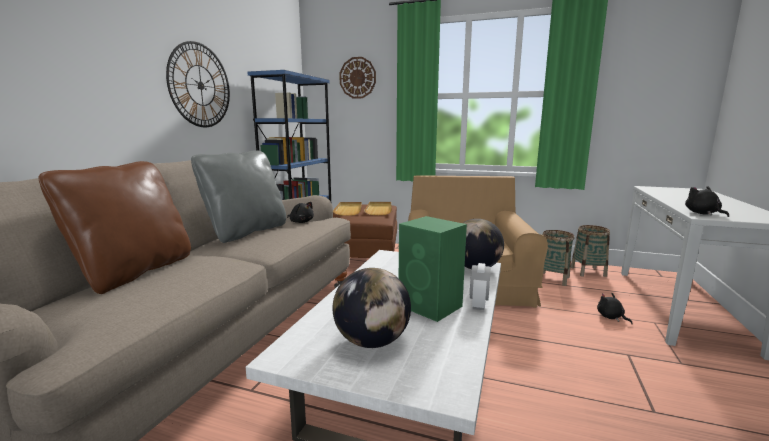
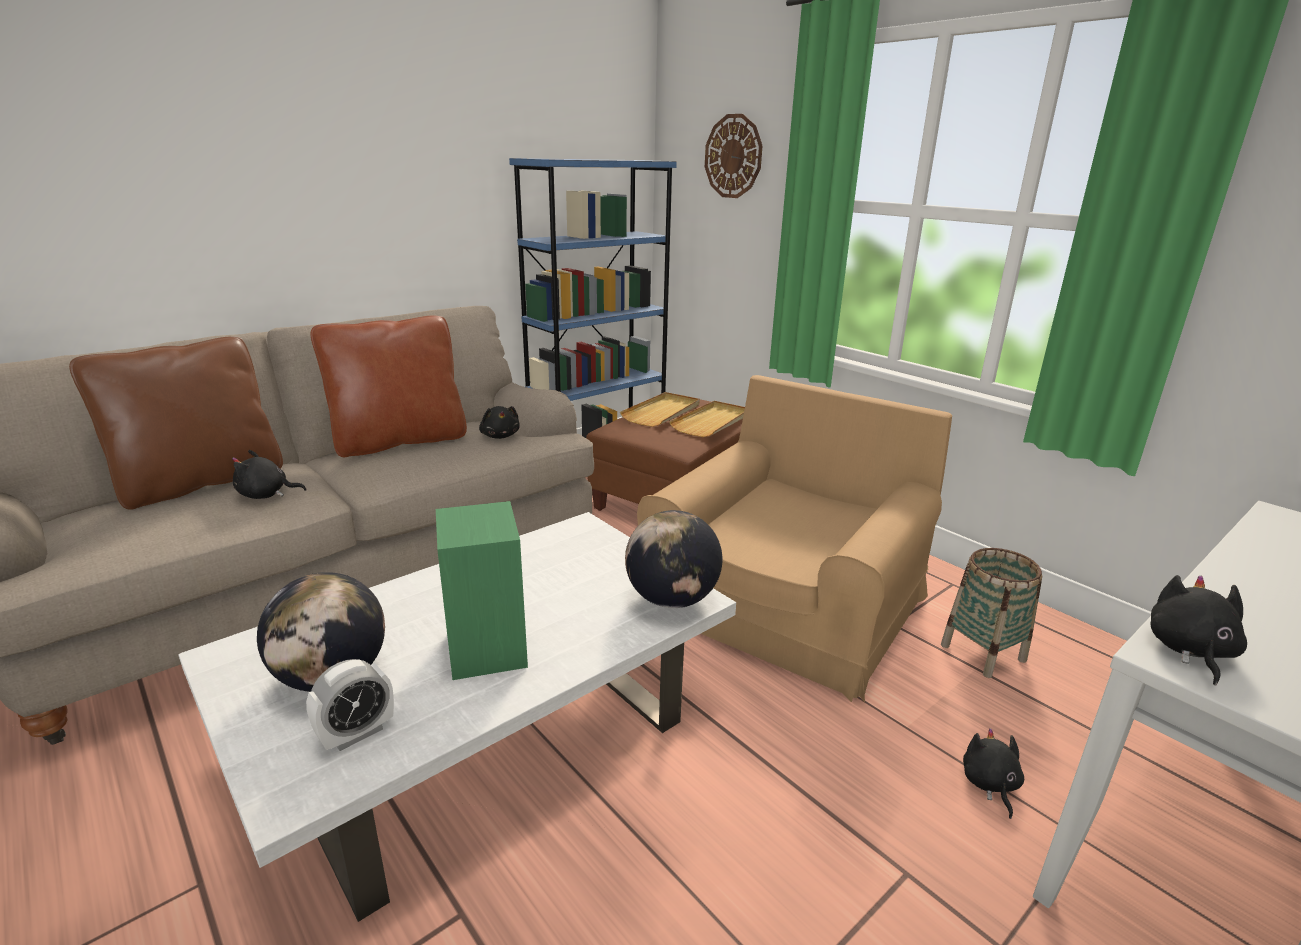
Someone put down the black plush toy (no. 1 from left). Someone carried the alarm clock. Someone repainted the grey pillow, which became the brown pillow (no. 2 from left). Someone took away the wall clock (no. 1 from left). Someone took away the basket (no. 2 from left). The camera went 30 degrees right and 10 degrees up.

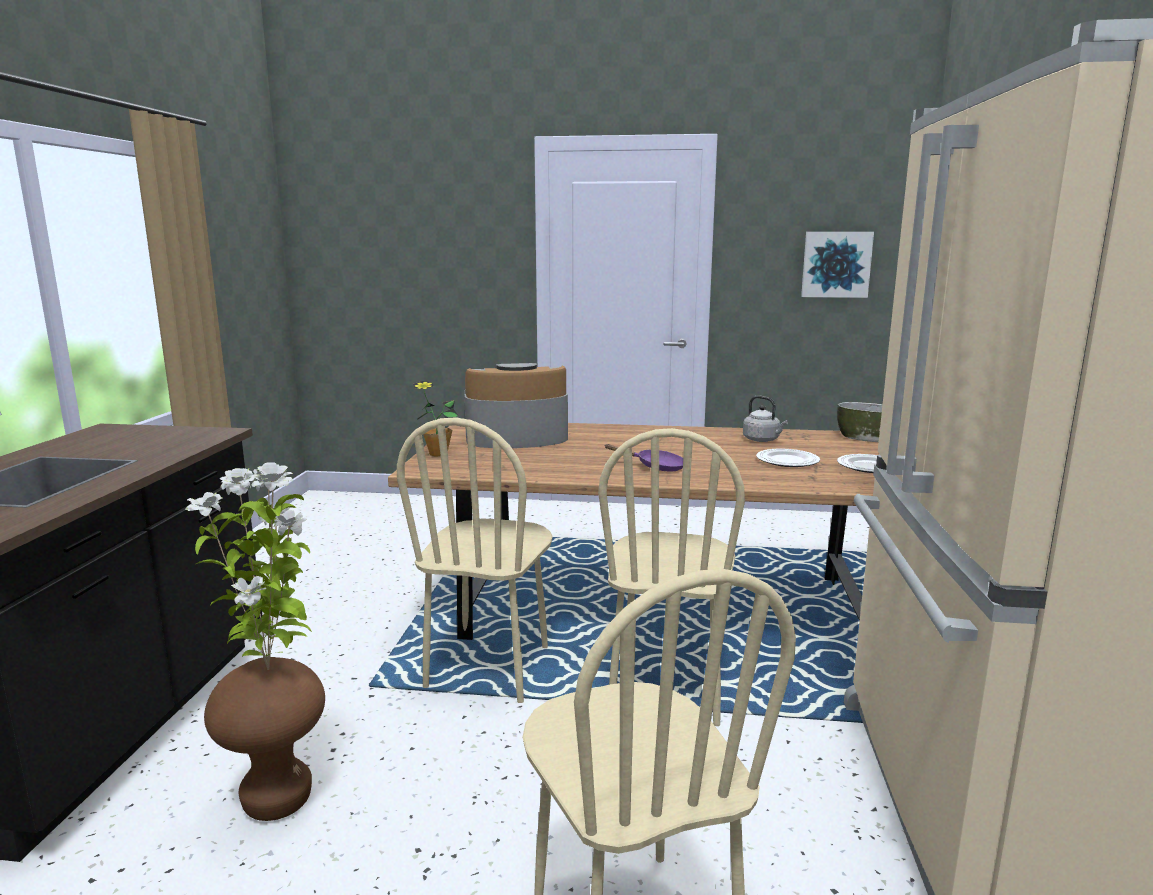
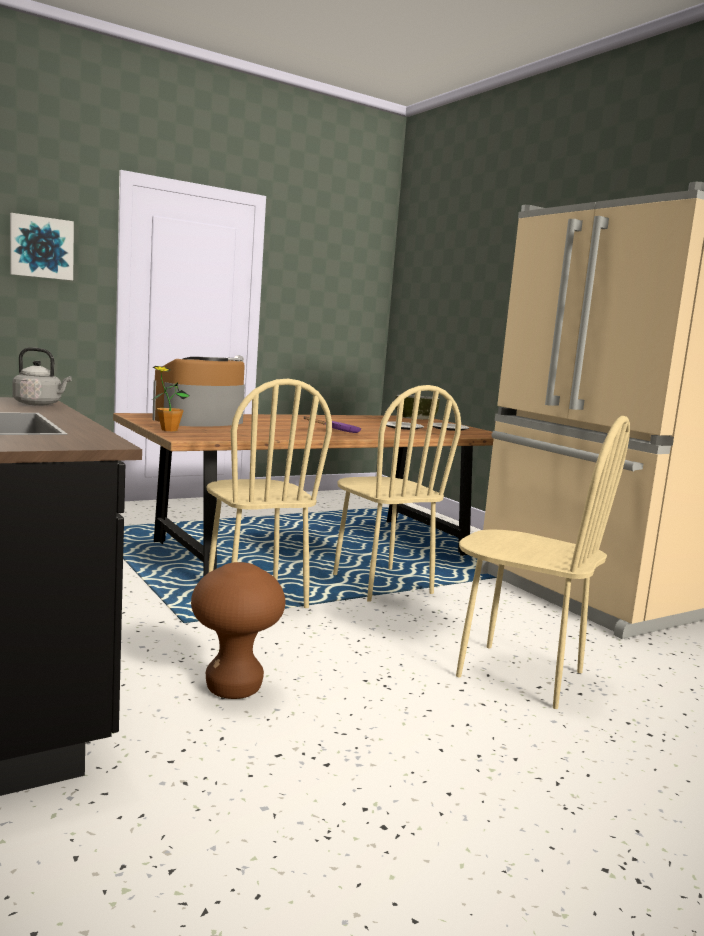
Someone carried the picture. Someone carried the grey kettle. Someone took away the potted plant (no. 1 from left). The camera went 40 degrees left and 5 degrees down.

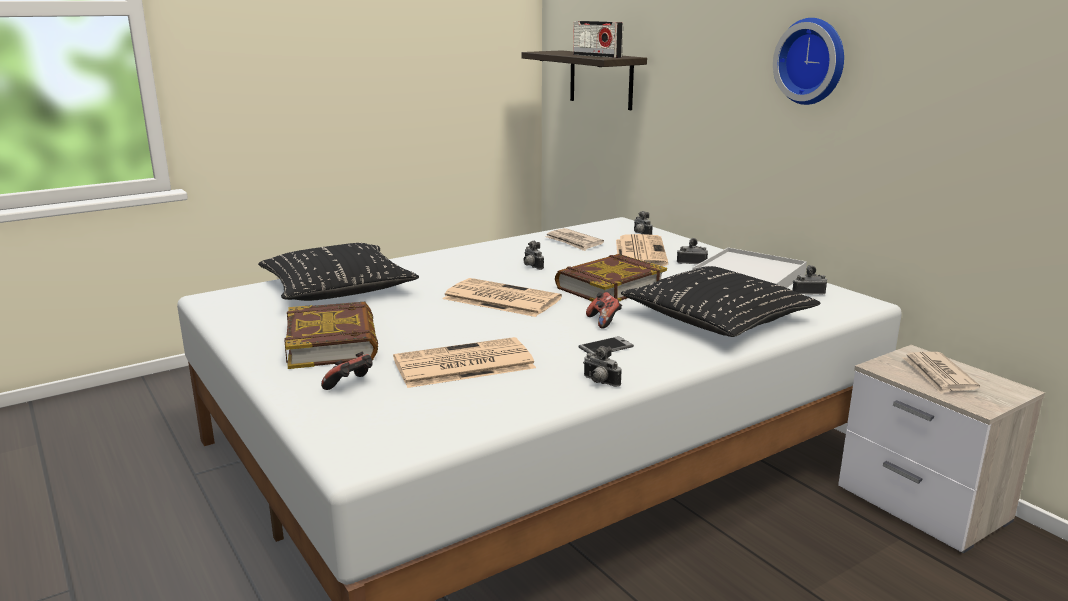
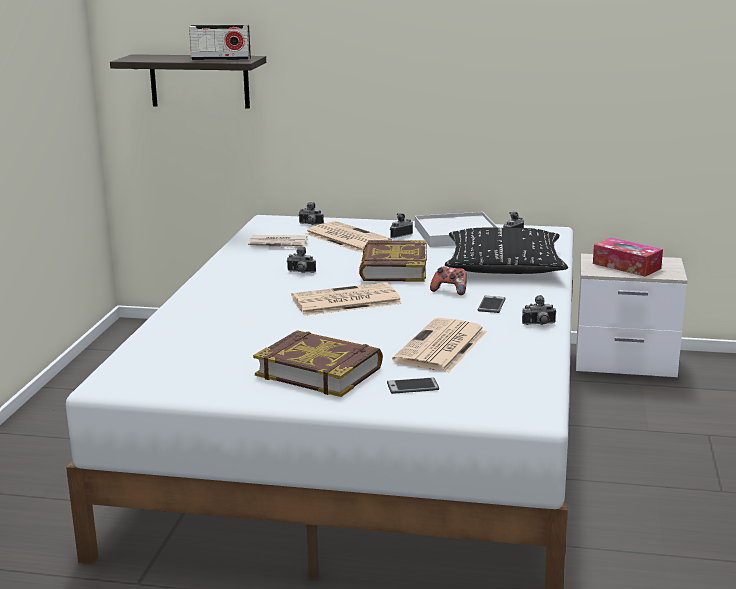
Someone swapped the game controller (no. 1 from left) for the phone (no. 1 from left). Someone swapped the newspaper (no. 5 from left) for the tissue box. Someone took away the black pillow (no. 1 from left). Someone took away the wall clock. The camera went 45 degrees left and 0 degrees up.

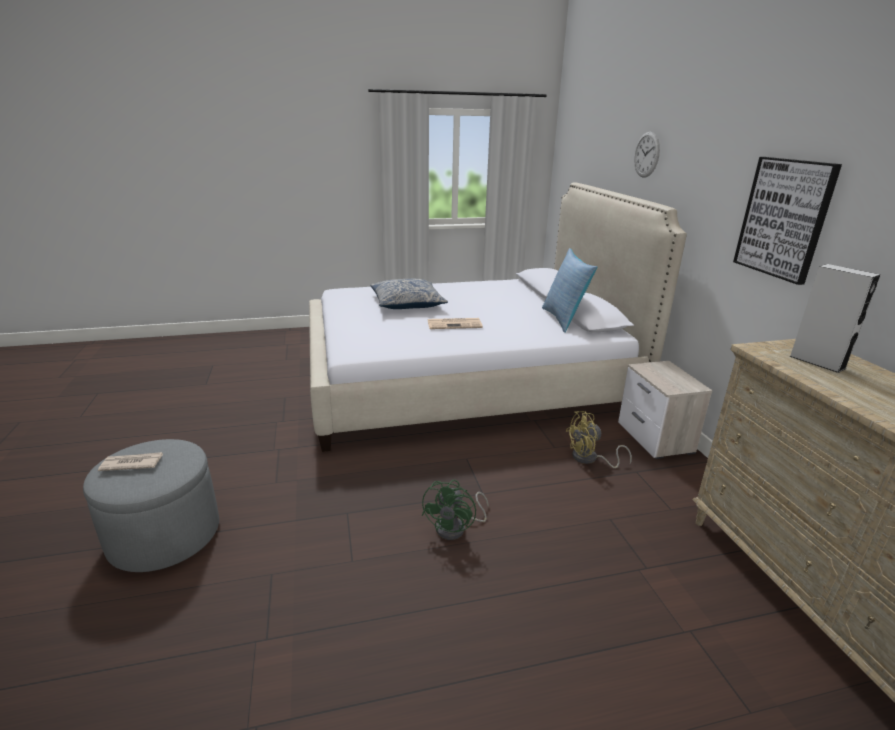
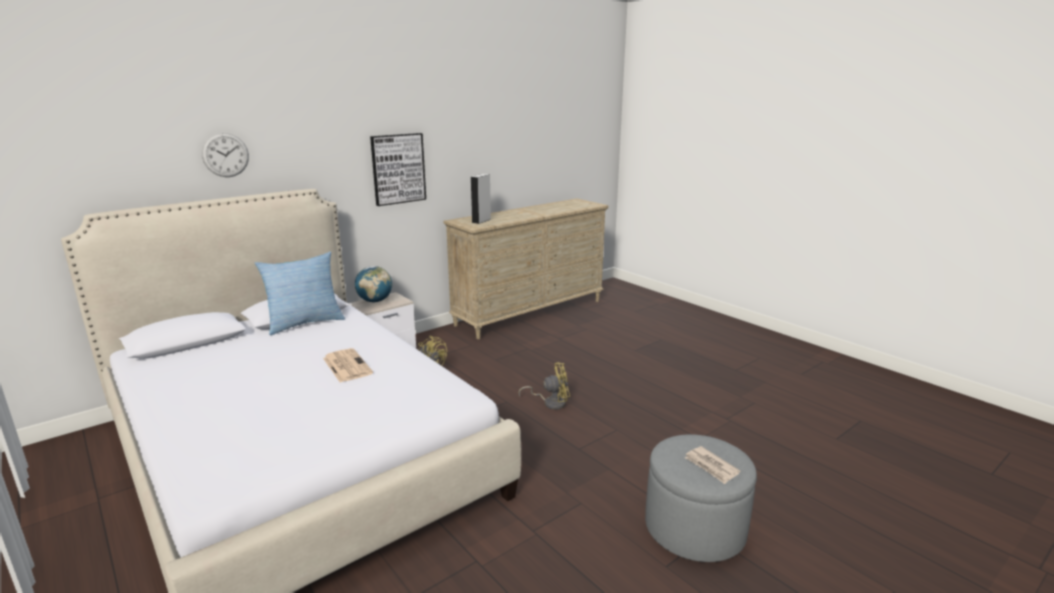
Someone put down the globe. Someone repainted the green fan, which became the yellow fan (no. 2 from left). Someone took away the pillow (no. 1 from left). The camera went 115 degrees left and 5 degrees down.

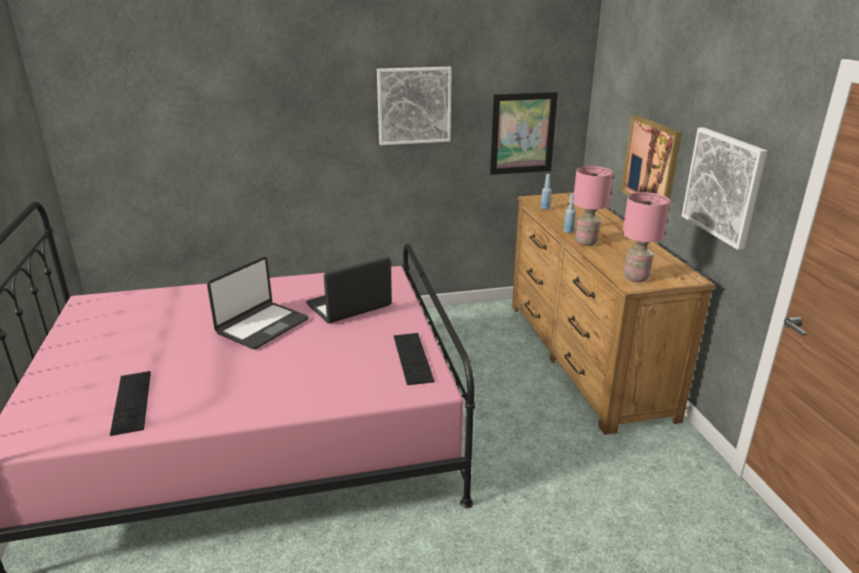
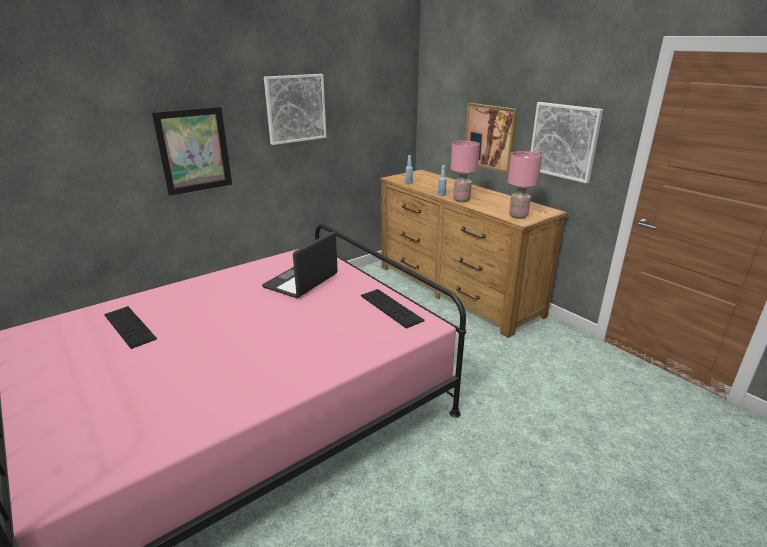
Someone carried the keyboard (no. 1 from left). Someone carried the picture (no. 2 from left in the first image). Someone took away the laptop (no. 1 from left). The camera went 25 degrees left and 0 degrees up.

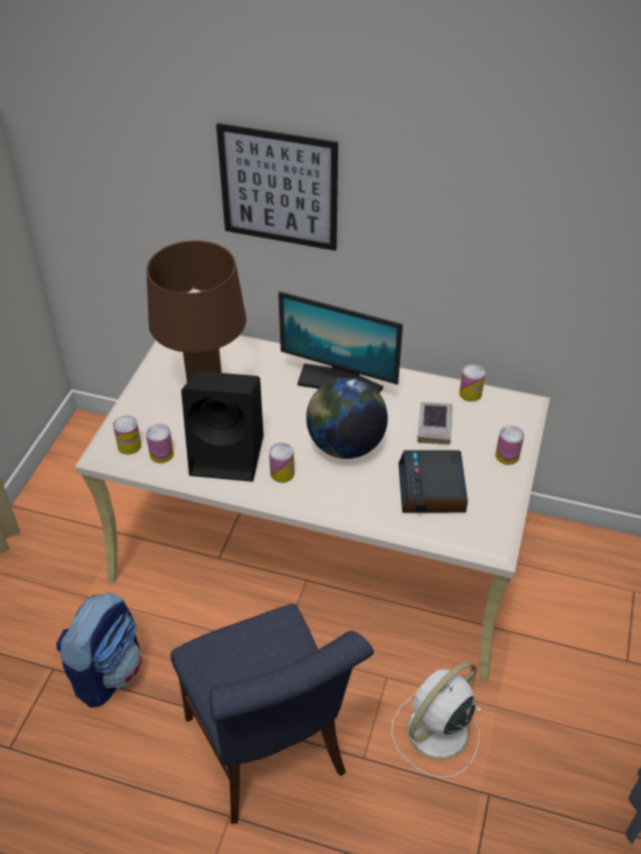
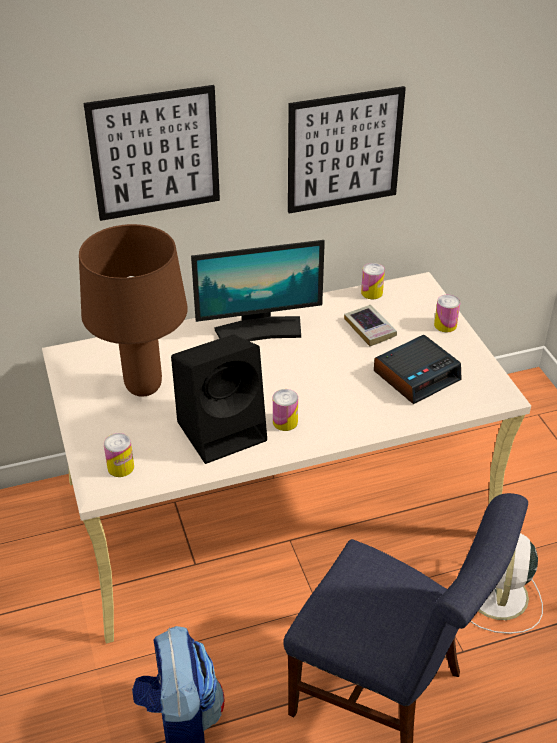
Someone put up the picture (no. 2 from left). Someone rotated the alarm clock by 90 degrees counterclockwise. Someone took away the can (no. 2 from left). Someone took away the globe. The camera went 35 degrees left and 5 degrees down.

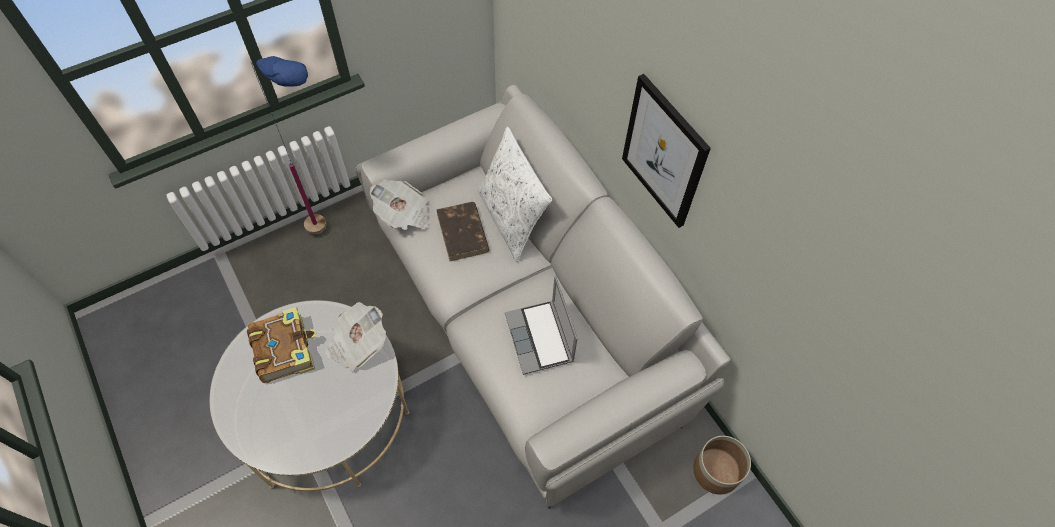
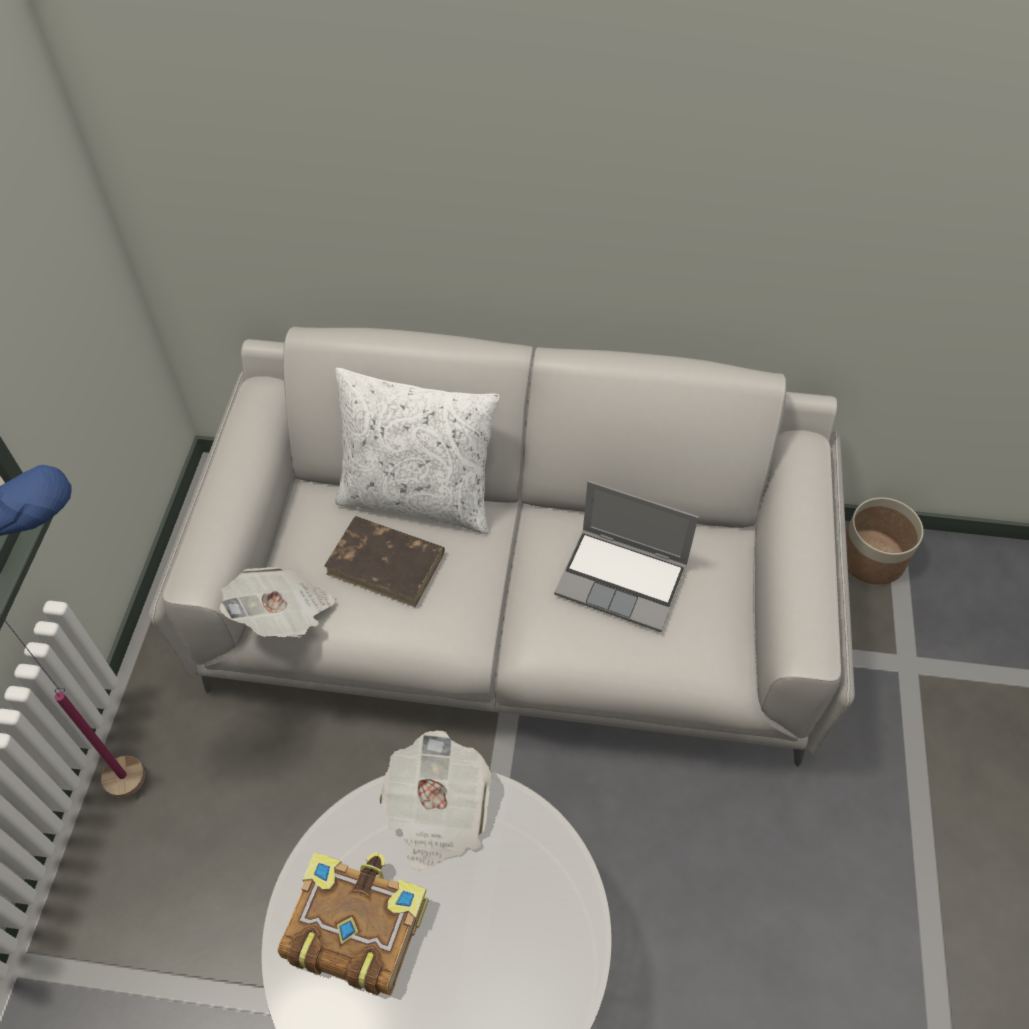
Someone took away the picture. The camera went 50 degrees left and 5 degrees down.

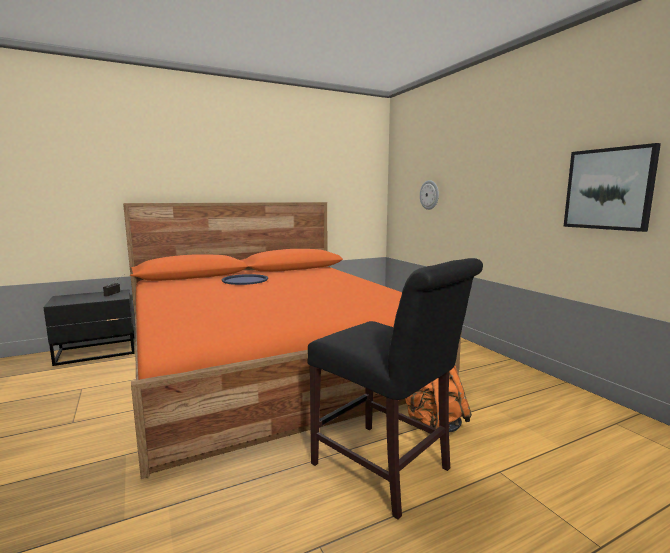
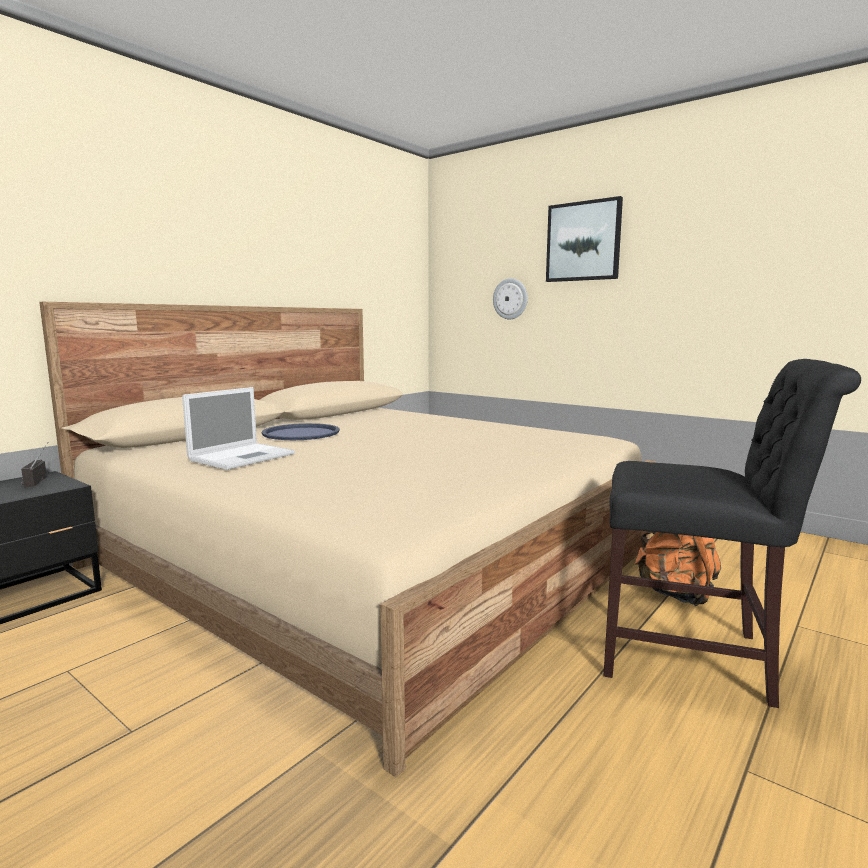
Someone repainted the orange bed, which became the beige bed. Someone put down the laptop. Someone carried the picture. The camera went 25 degrees left and 0 degrees up.

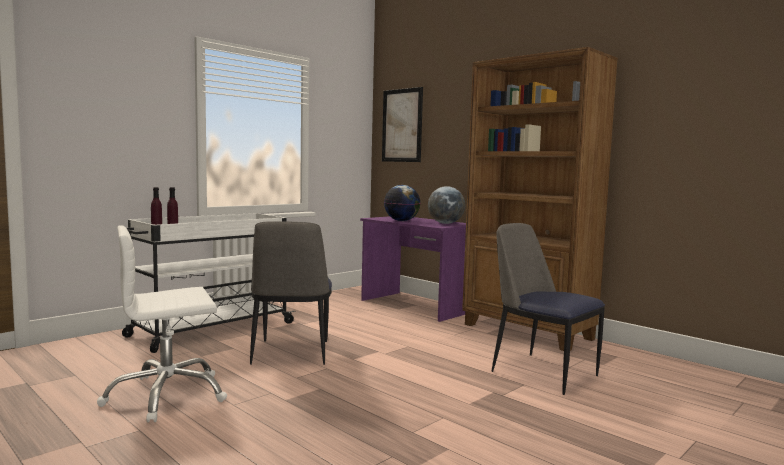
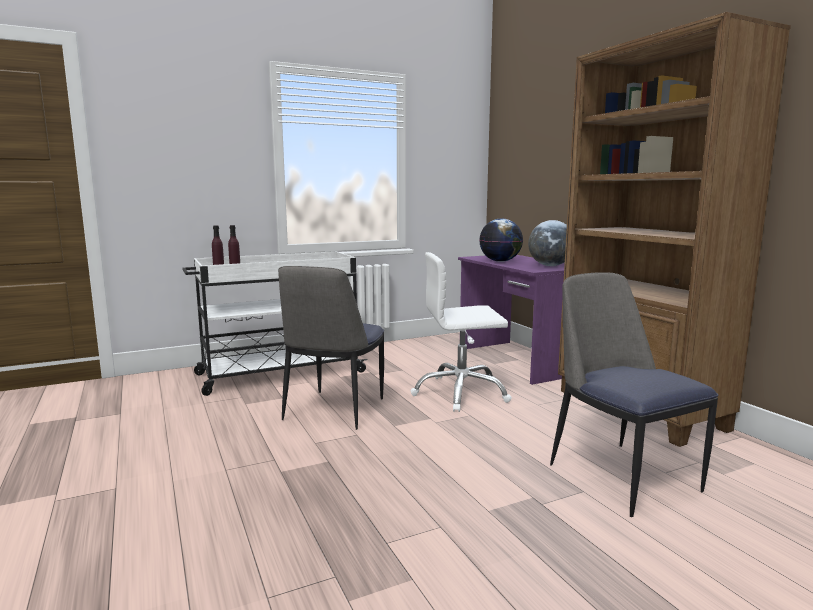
Someone carried the white office chair. Someone took away the picture. The camera went 20 degrees right and 5 degrees up.

